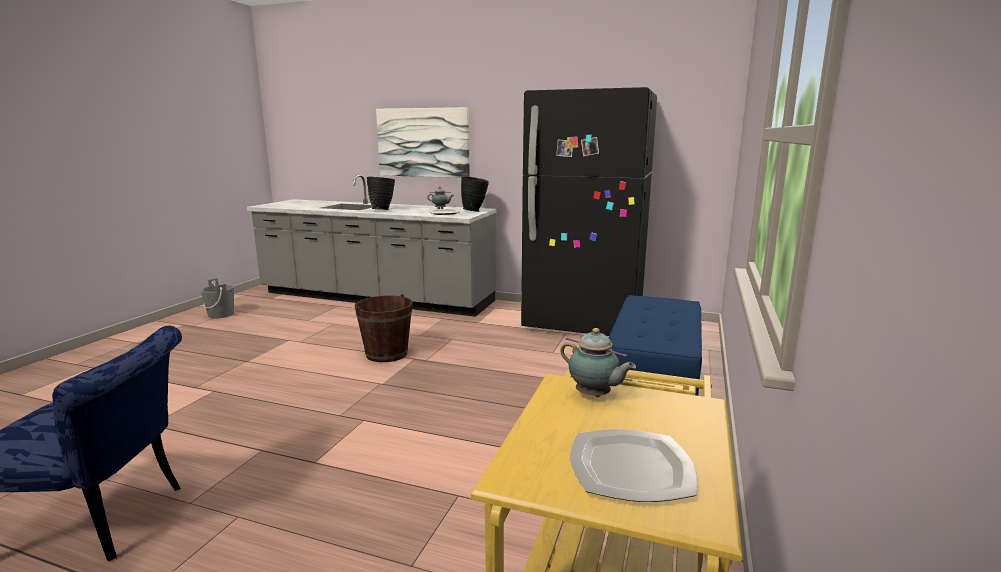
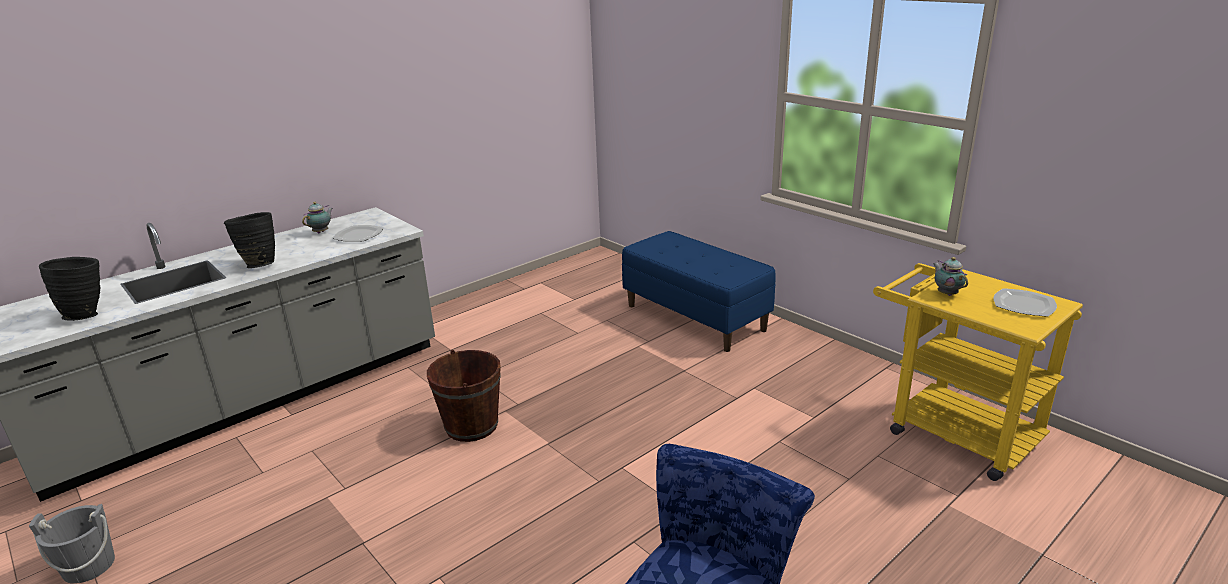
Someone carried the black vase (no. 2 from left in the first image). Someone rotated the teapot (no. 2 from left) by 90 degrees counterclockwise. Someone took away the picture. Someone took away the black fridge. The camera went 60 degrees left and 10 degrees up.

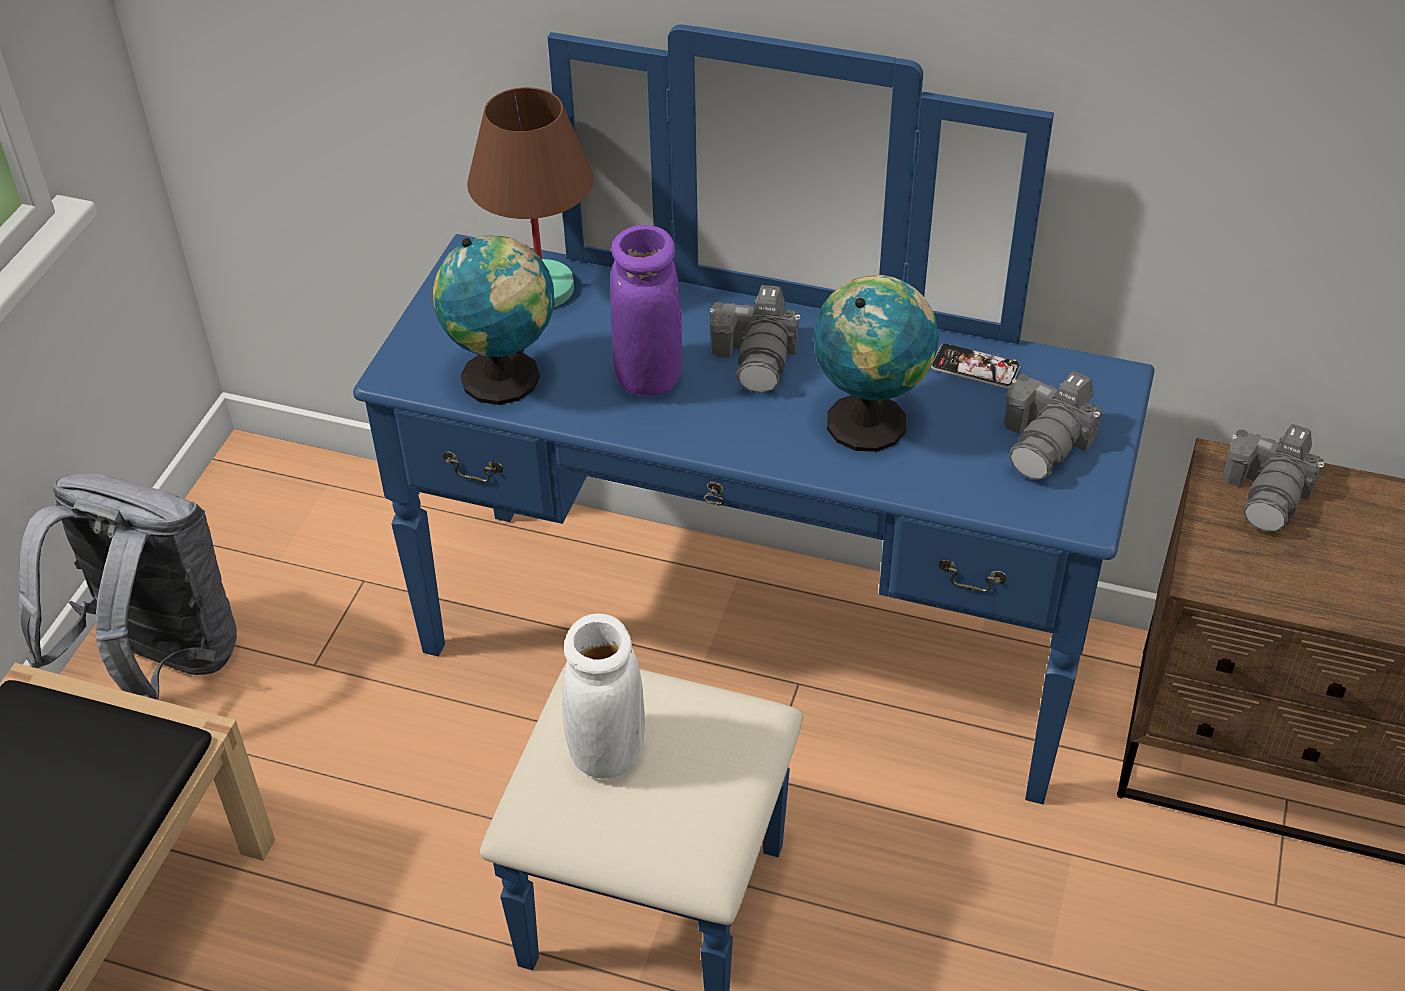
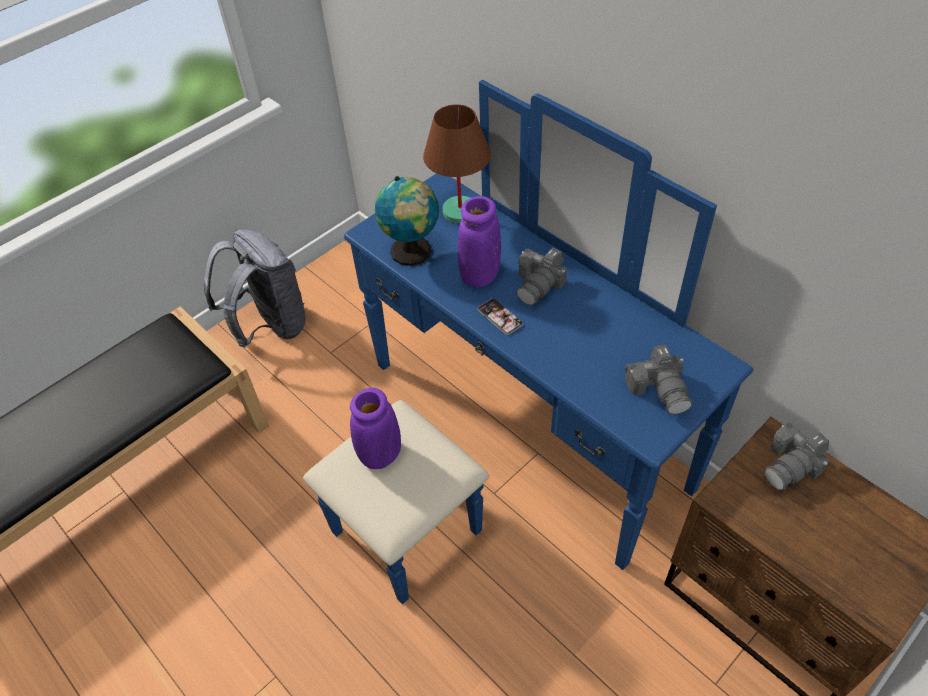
Someone repainted the white vase, which became the purple vase (no. 1 from left). Someone carried the phone. Someone rotated the photo camera (no. 2 from left) by 75 degrees counterclockwise. Someone took away the globe (no. 2 from left). The camera went 30 degrees right and 5 degrees up.

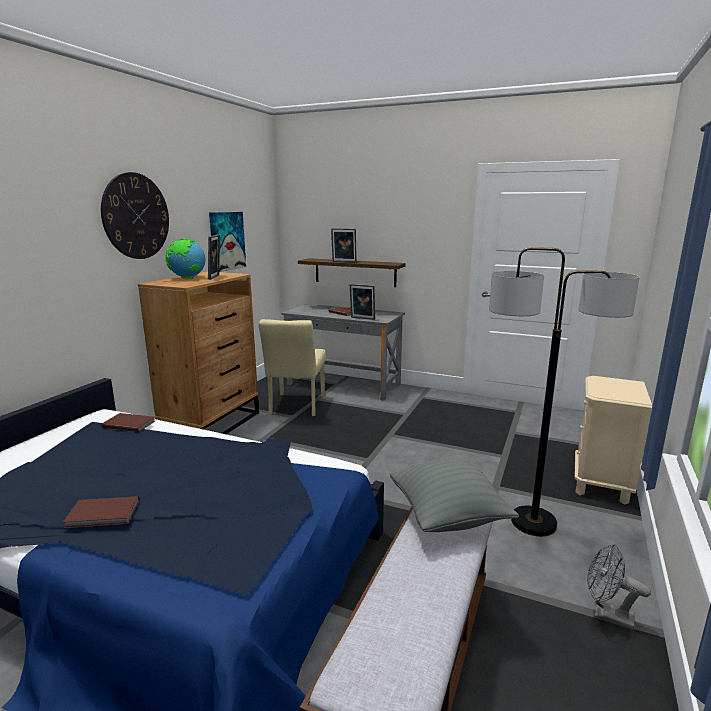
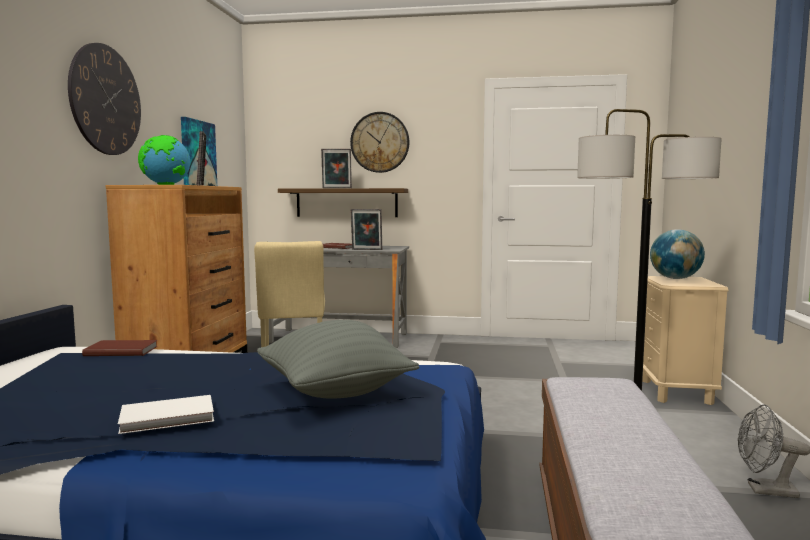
Someone repainted the brown book (no. 1 from left), which became the white book. Someone carried the grey pillow. Someone put up the wall clock (no. 2 from left). Someone put down the globe (no. 2 from left). The camera went 15 degrees left and 10 degrees down.

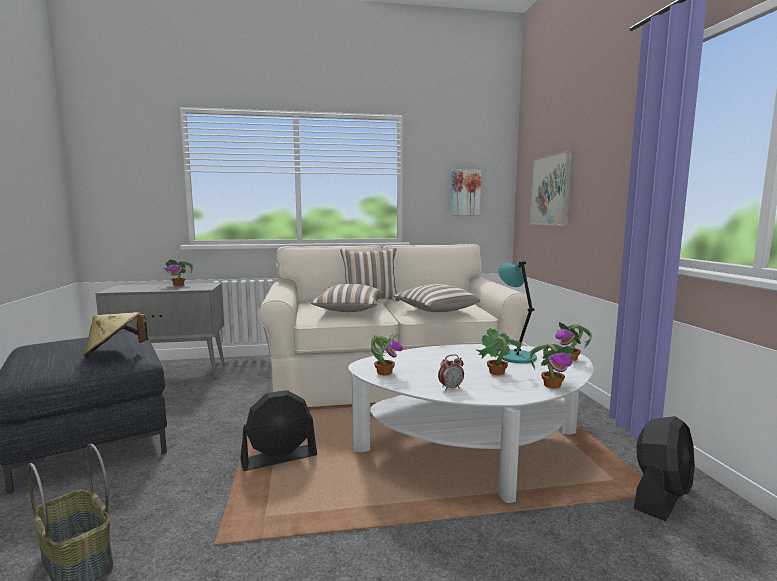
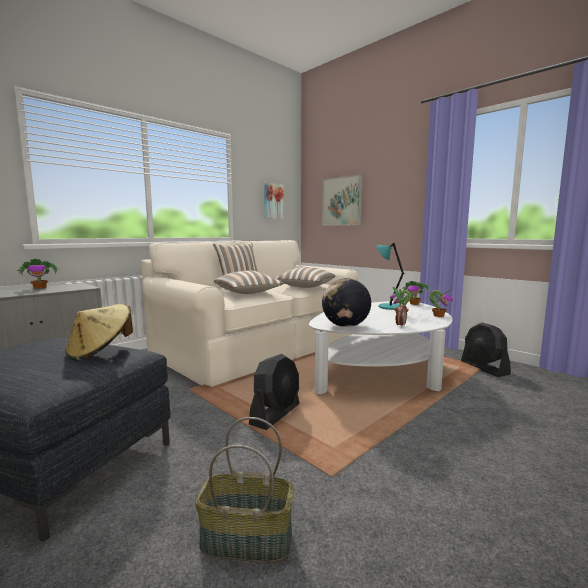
Someone swapped the potted plant (no. 2 from left) for the globe. Someone rotated the black fan (no. 2 from left) by 150 degrees clockwise. The camera went 35 degrees left and 0 degrees up.

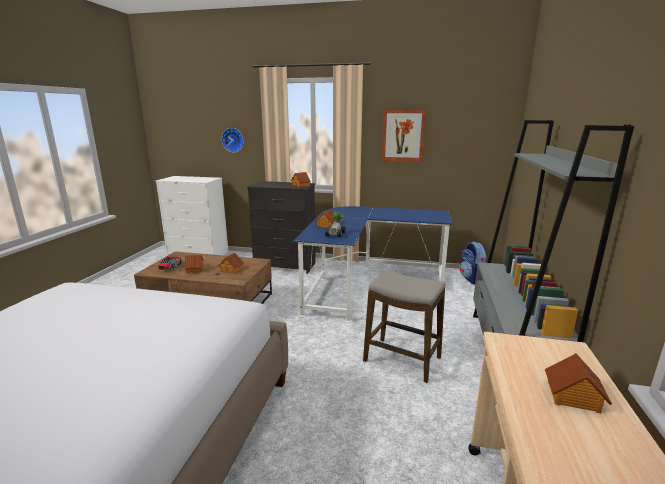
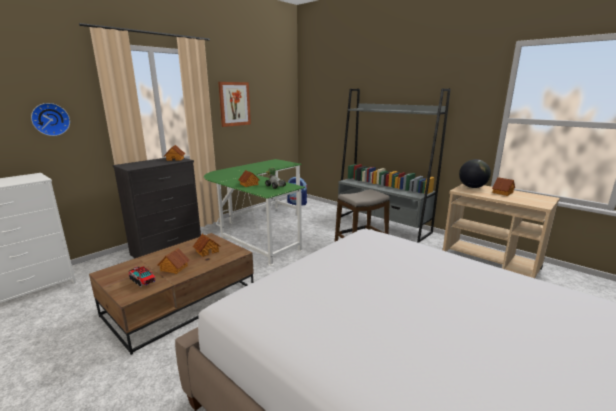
Someone repainted the blue desk, which became the green desk. Someone put down the globe. The camera went 60 degrees left and 0 degrees up.

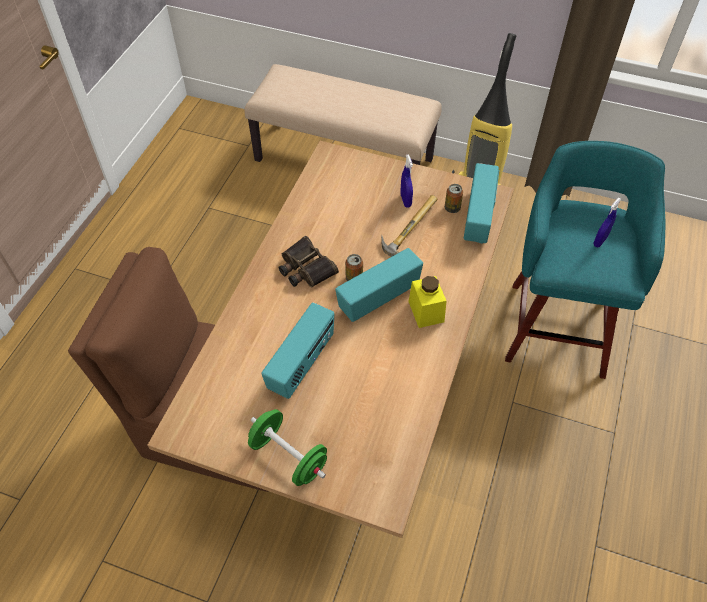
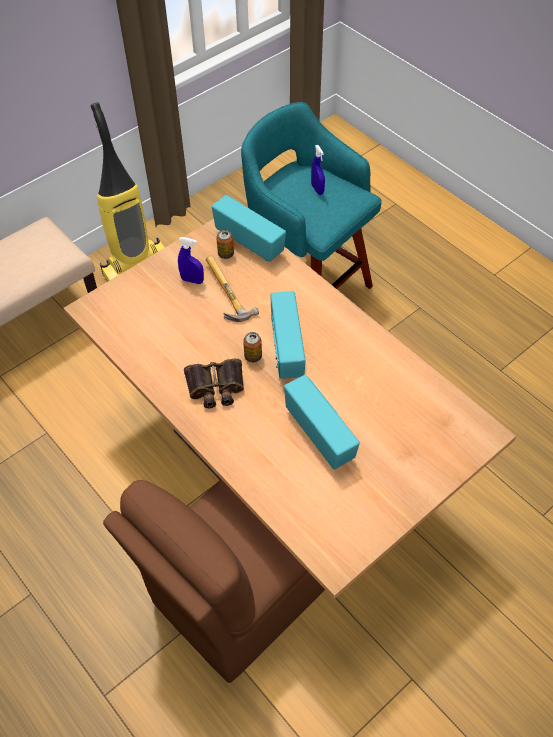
Someone took away the green dumbbell. Someone took away the yellow jar. The camera went 60 degrees left and 0 degrees up.

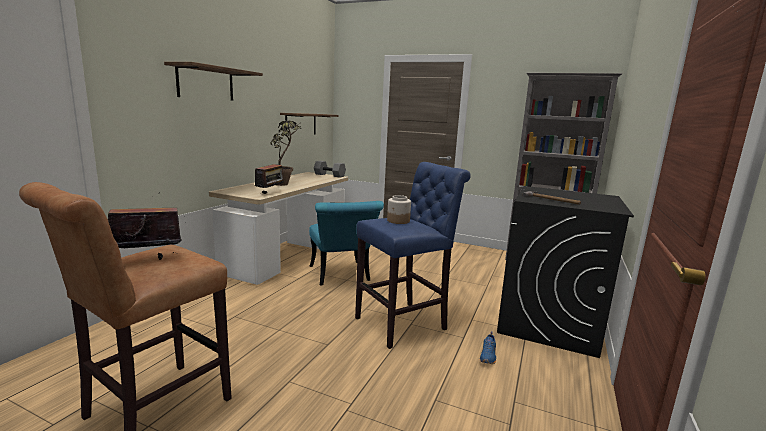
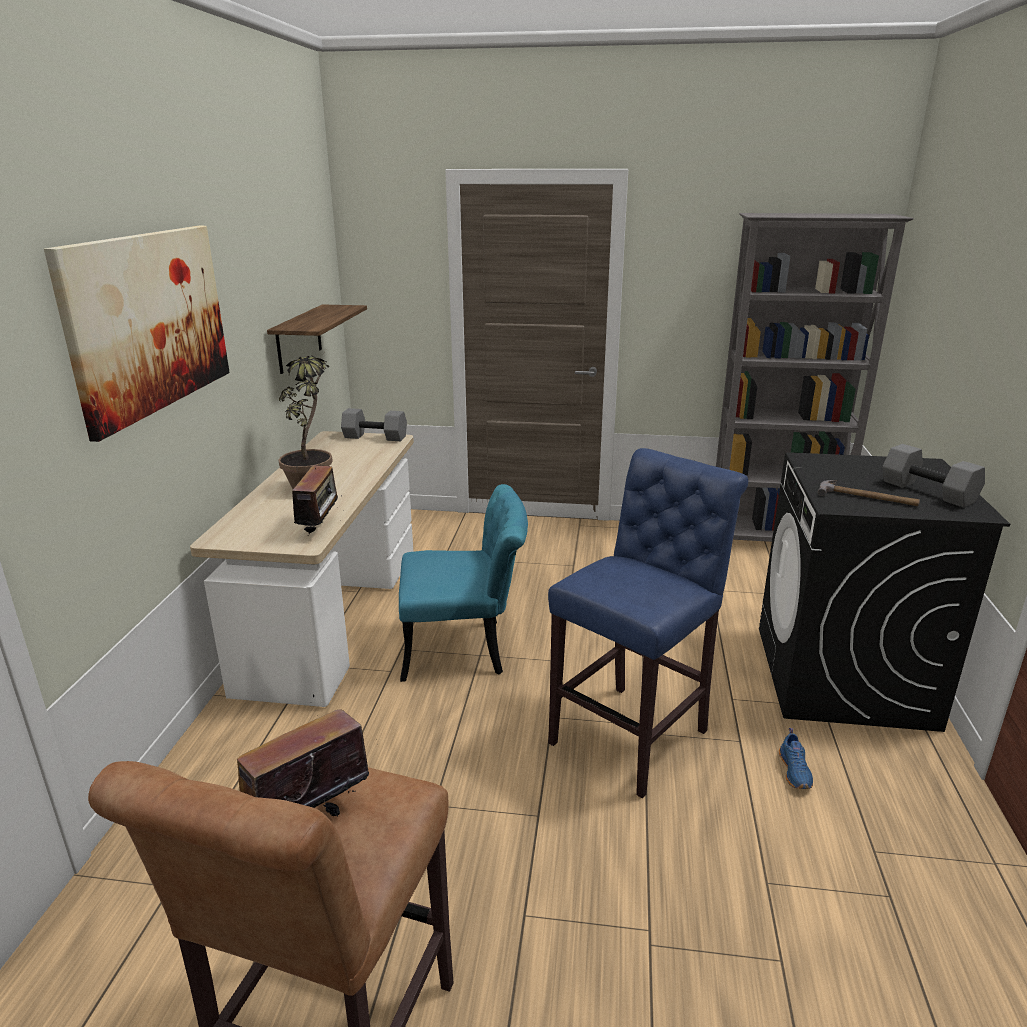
Someone swapped the shelf (no. 1 from left) for the picture. Someone rotated the turquoise chair by 60 degrees counterclockwise. Someone put down the grey dumbbell (no. 2 from left). Someone took away the jar. The camera went 15 degrees left and 10 degrees up.

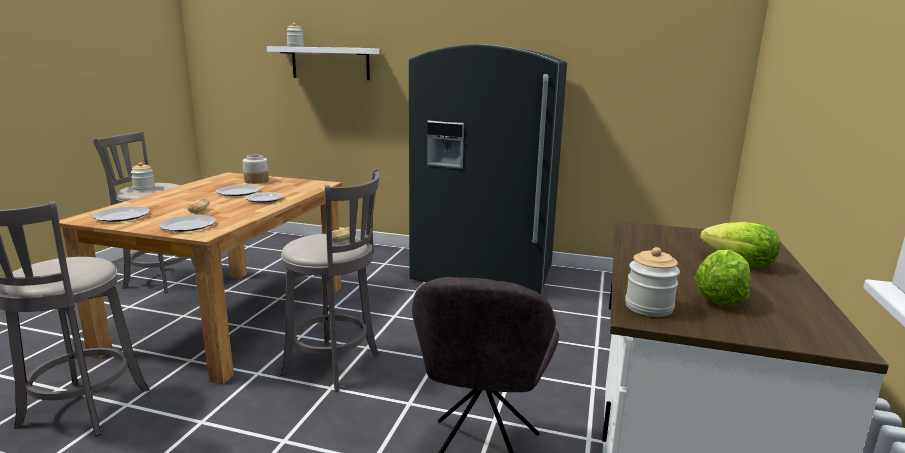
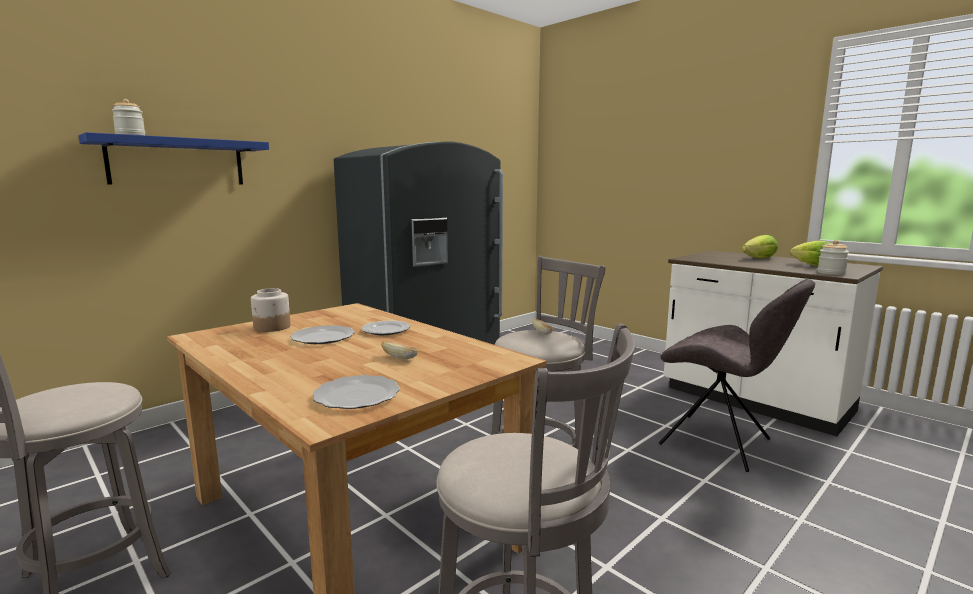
Someone repainted the white shelf, which became the blue shelf. Someone took away the jar (no. 1 from left). Someone took away the plate (no. 2 from left). The camera went 60 degrees left and 5 degrees down.

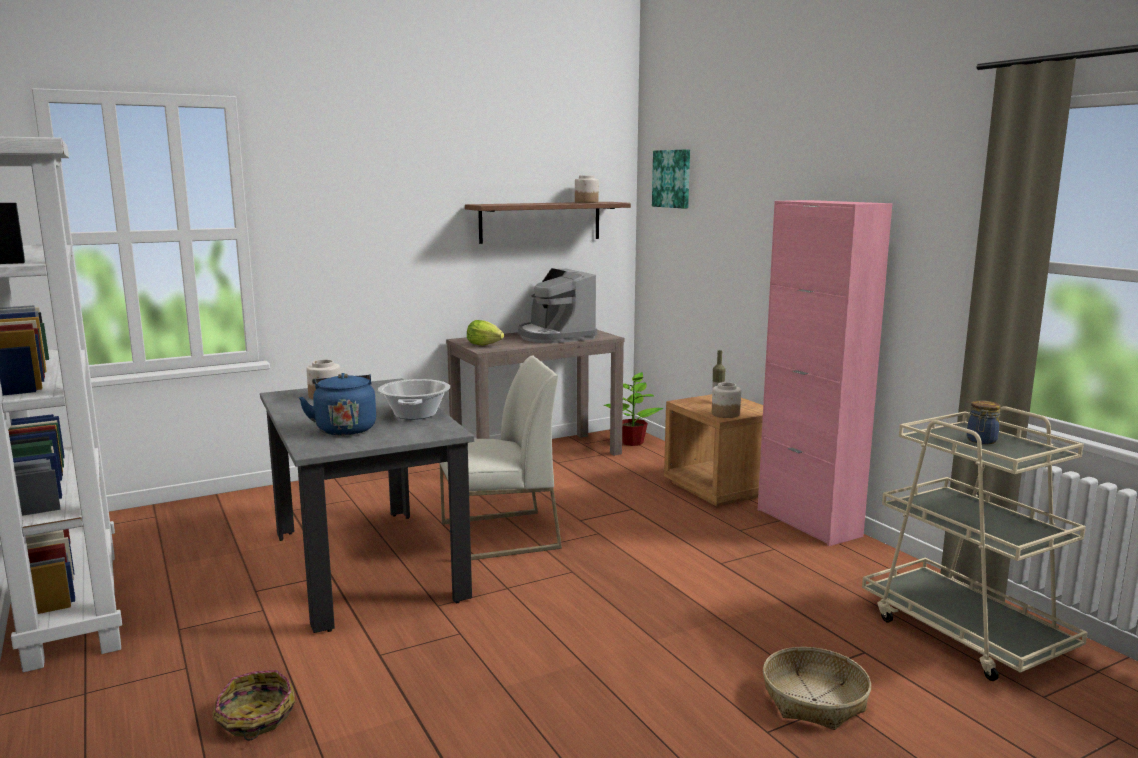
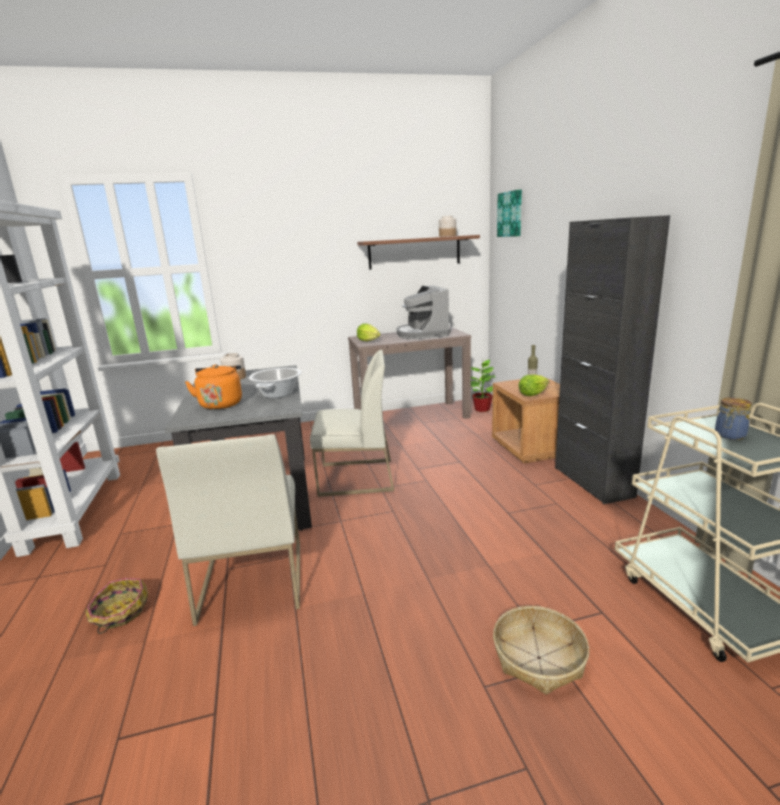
Someone put down the white chair (no. 1 from left). Someone repainted the blue kettle, which became the orange kettle. Someone swapped the jar (no. 3 from left) for the lettuce (no. 2 from left). Someone repainted the pink cabinet, which became the black cabinet. The camera went 15 degrees right and 5 degrees up.

